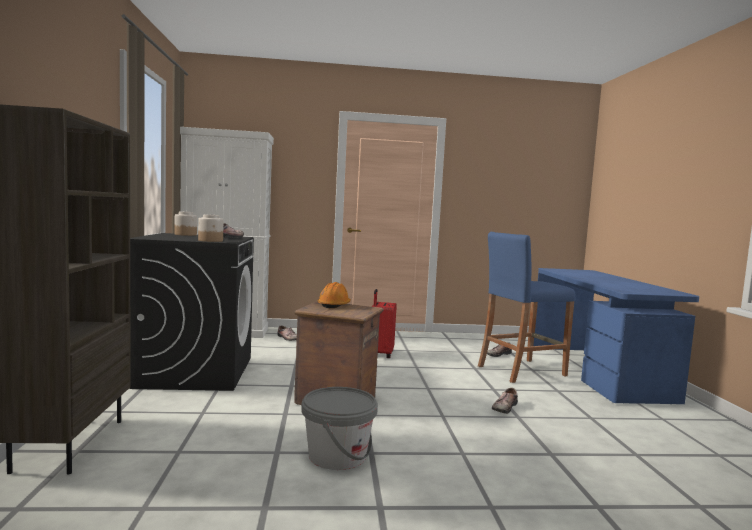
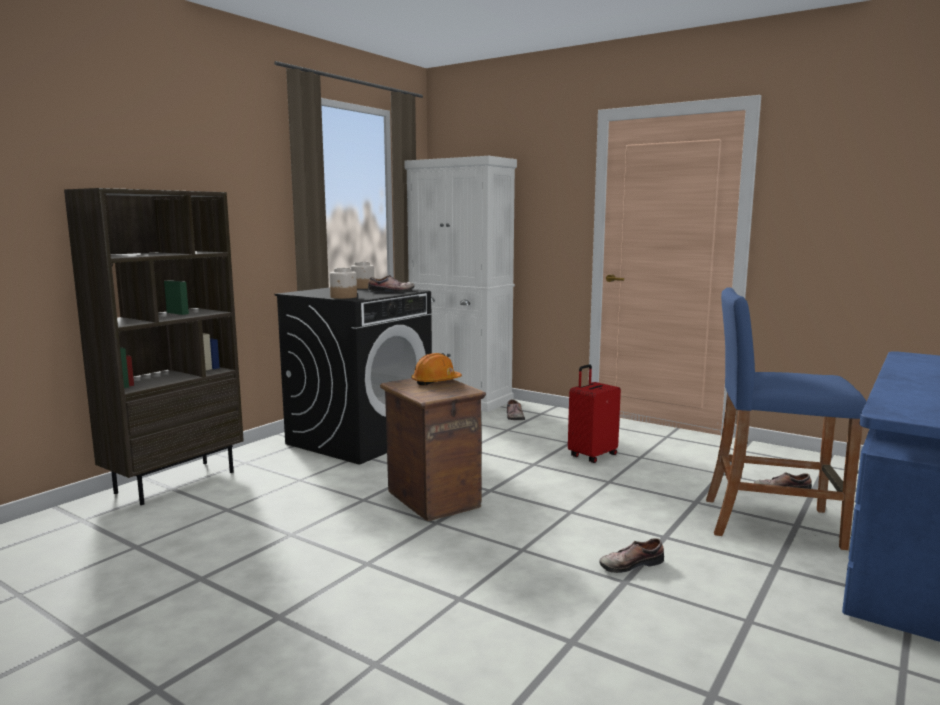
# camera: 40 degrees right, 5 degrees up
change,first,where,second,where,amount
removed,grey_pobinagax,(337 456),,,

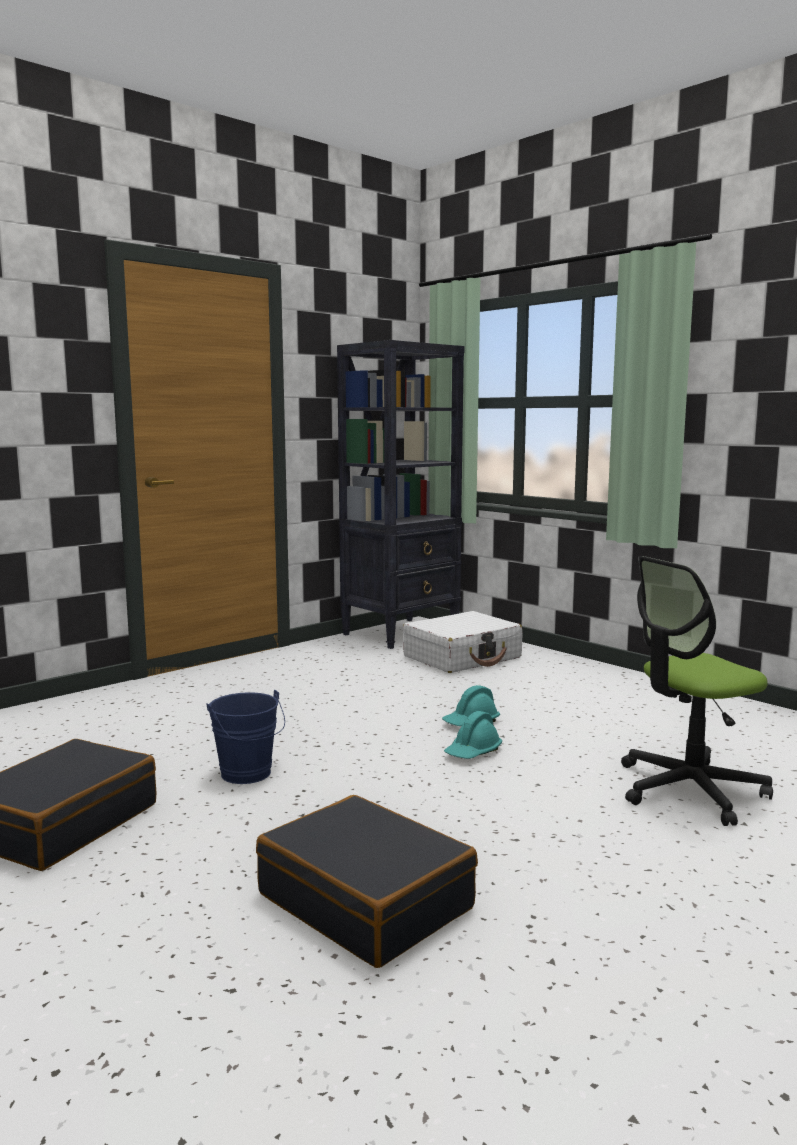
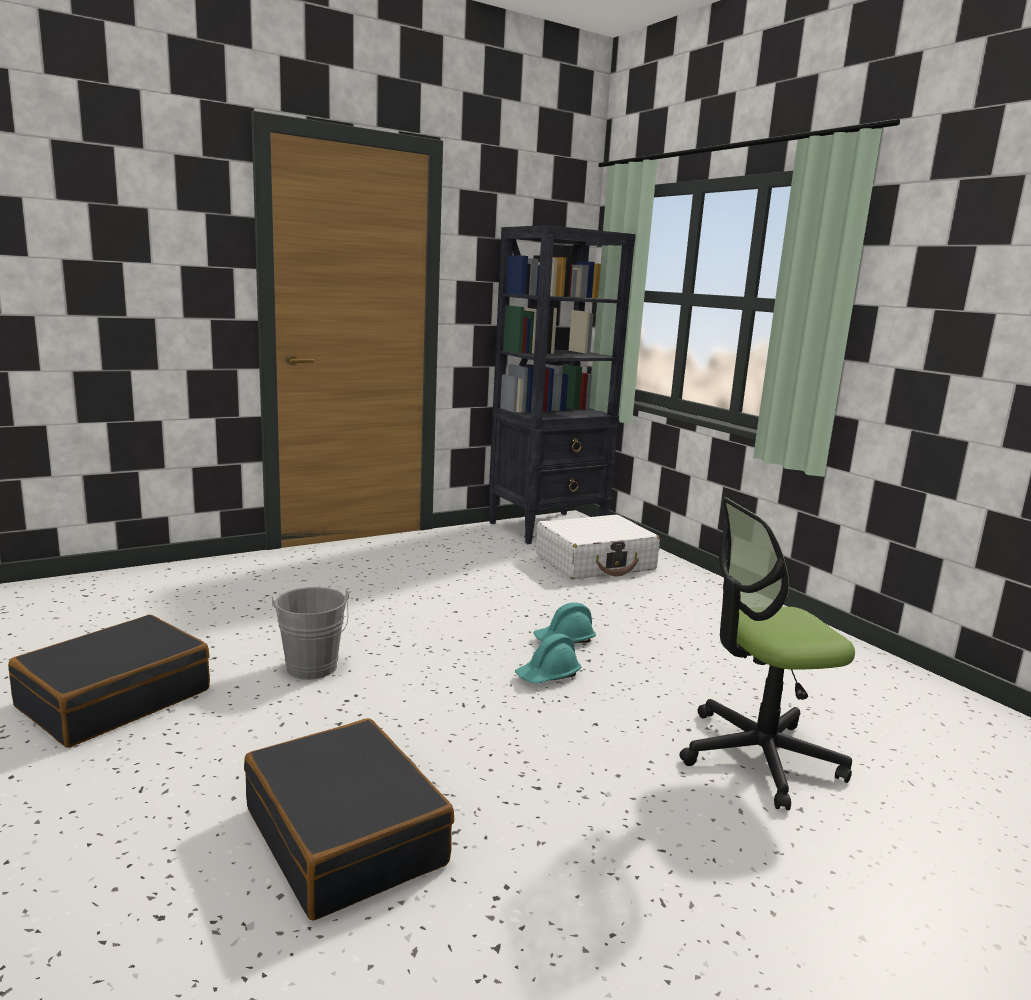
# camera: 10 degrees right, 5 degrees up
change,first,where,second,where,amount
recoloured,blue_pobinagax,(248 775),grey_pobinagax,(312 670),

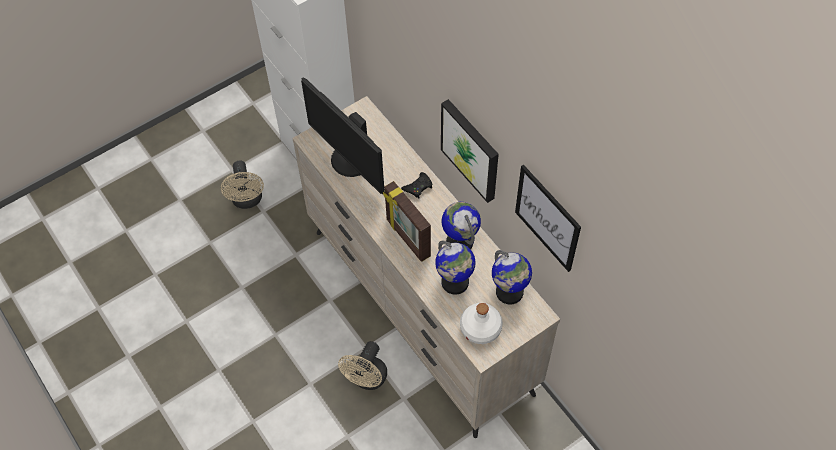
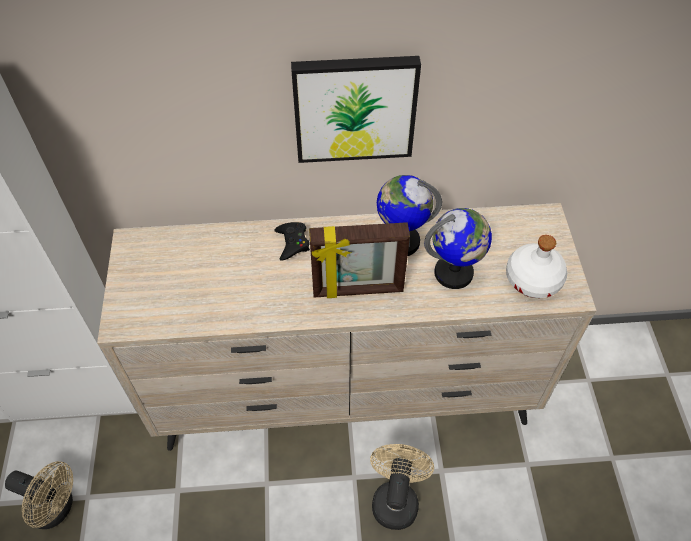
# camera: 60 degrees left, 5 degrees down
change,first,where,second,where,amount
removed,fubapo,(350 161),,,
turned,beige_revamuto,(367 380),,(395 498),135 degrees counterclockwise
removed,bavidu,(509 292),,,
removed,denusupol,(547 218),,,

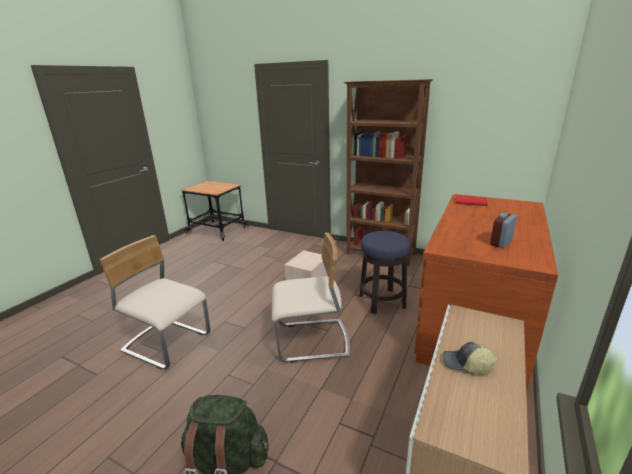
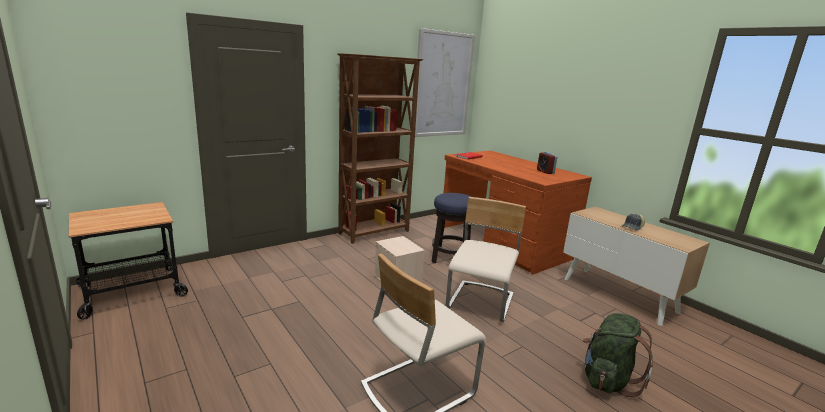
# camera: 65 degrees left, 5 degrees down
change,first,where,second,where,amount
added,,,denusupol,(442 85),

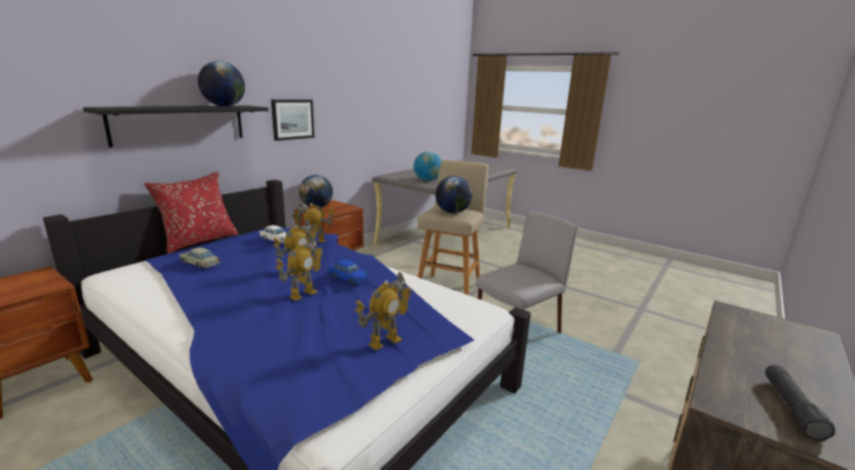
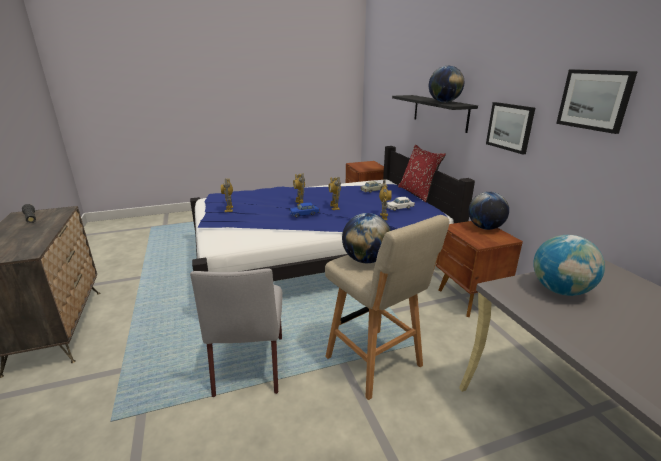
# camera: 125 degrees right, 5 degrees up
change,first,where,second,where,amount
added,,,denusupol,(594 100),

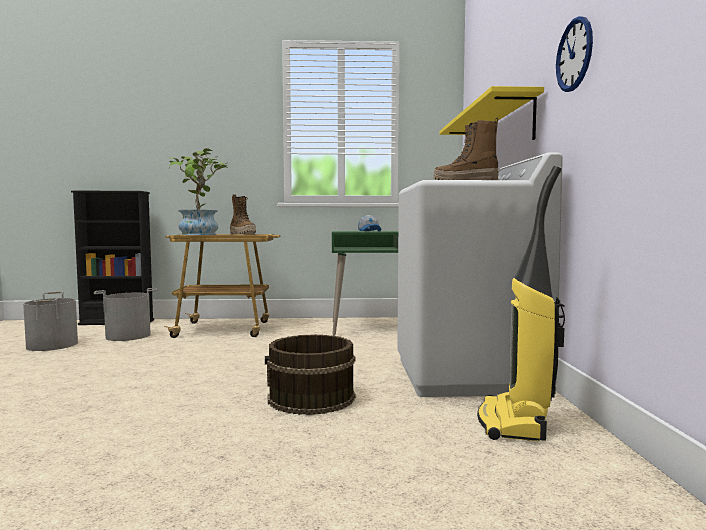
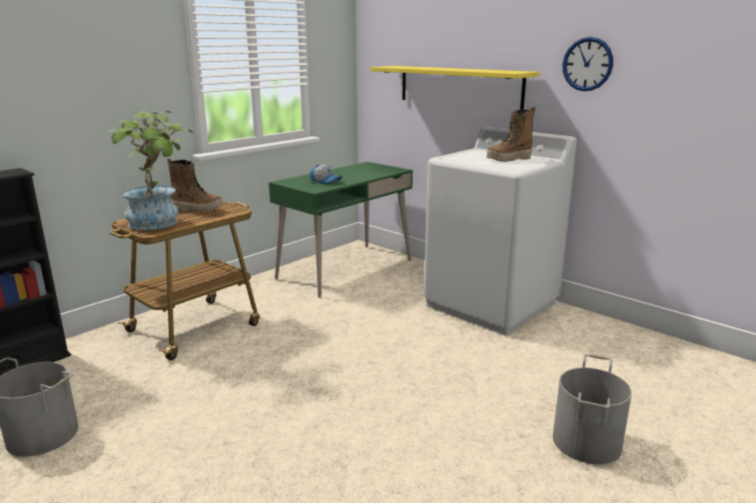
# camera: 45 degrees left, 15 degrees up
change,first,where,second,where,amount
moved,grey_pobinagax,(128 335),,(585 441),
removed,brown_pobinagax,(311 398),,,
removed,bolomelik,(515 423),,,

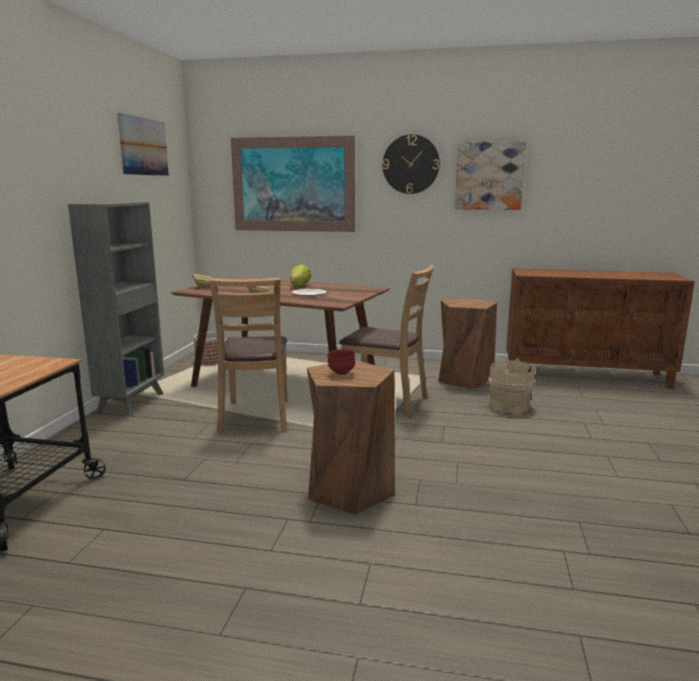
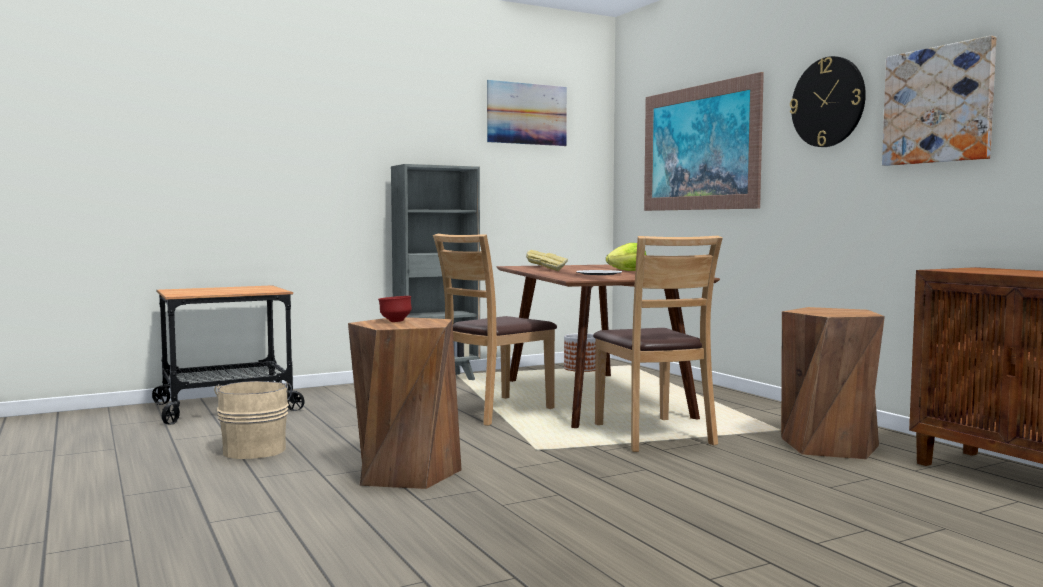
# camera: 50 degrees right, 10 degrees down
change,first,where,second,where,amount
moved,beige_pobinagax,(507 405),,(255 449),

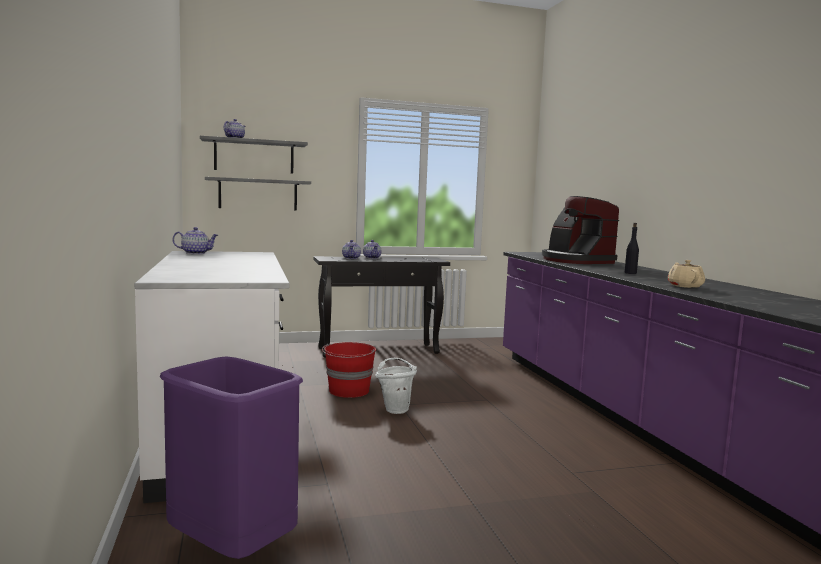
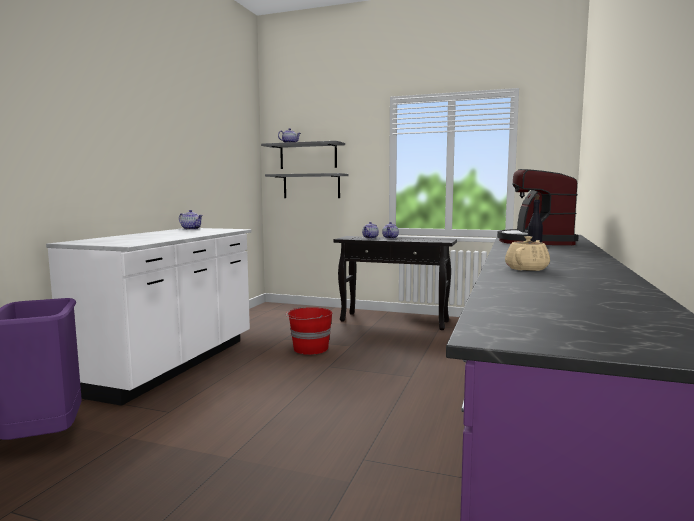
# camera: 35 degrees right, 0 degrees up
change,first,where,second,where,amount
removed,white_pobinagax,(395 409),,,

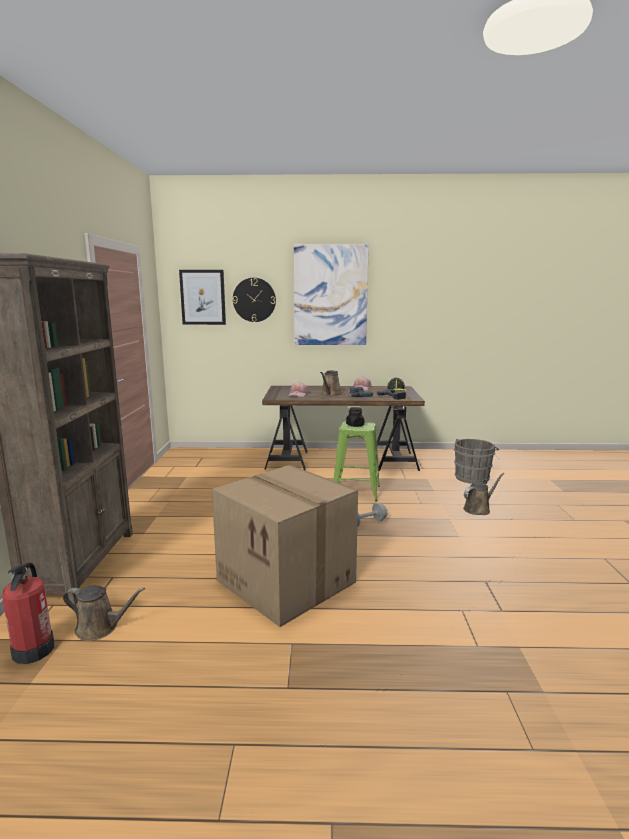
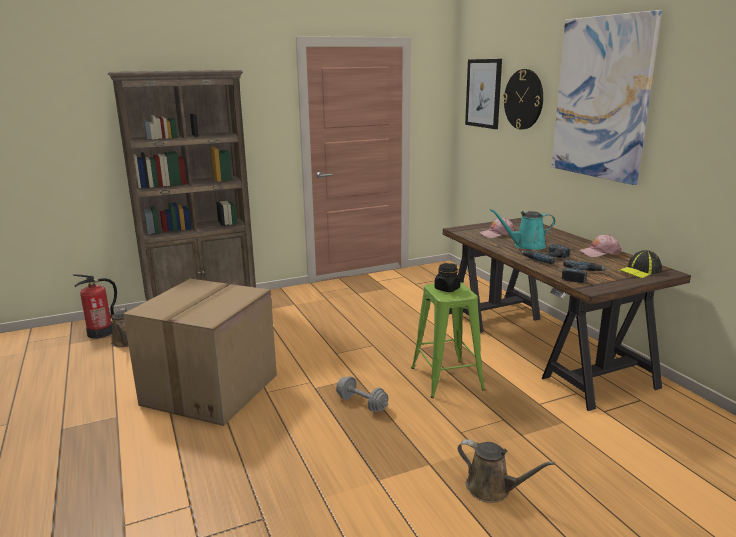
# camera: 65 degrees right, 5 degrees up
change,first,where,second,where,amount
recoloured,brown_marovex,(330 394),turquoise_marovex,(526 246),
removed,grey_pobinagax,(472 477),,,

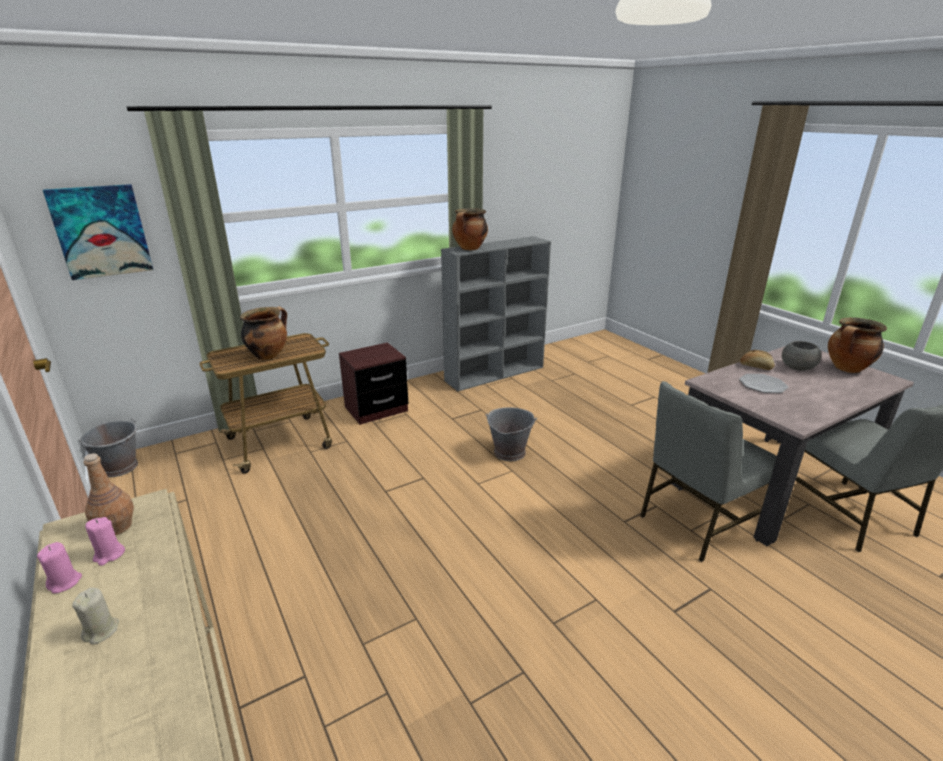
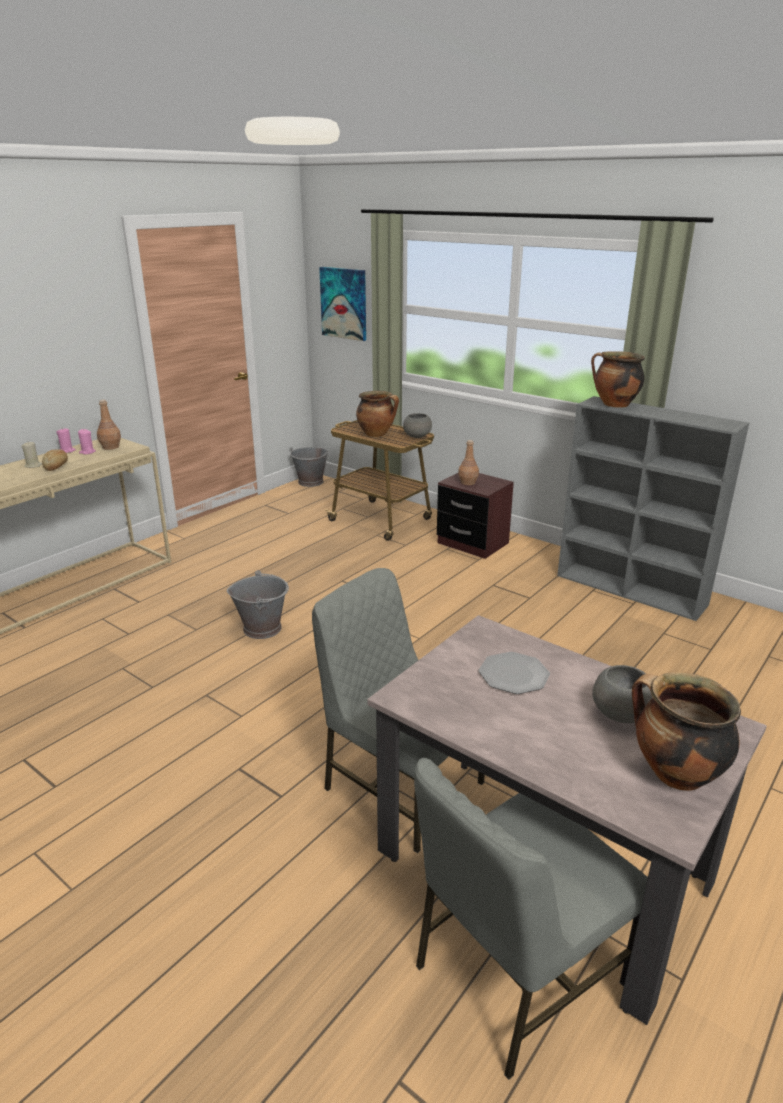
# camera: 70 degrees right, 0 degrees up
change,first,where,second,where,amount
moved,grey_pobinagax,(509 452),,(262 628),
moved,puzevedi,(756 366),,(57 466),
added,,,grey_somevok,(417 436),
added,,,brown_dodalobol,(467 482),

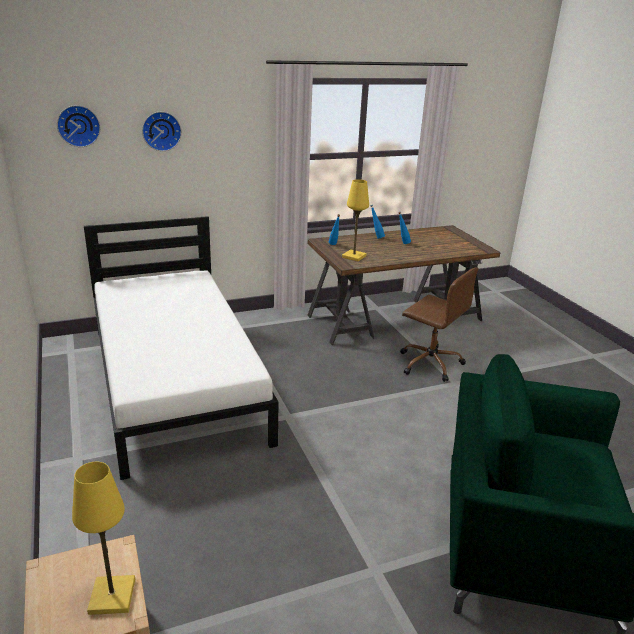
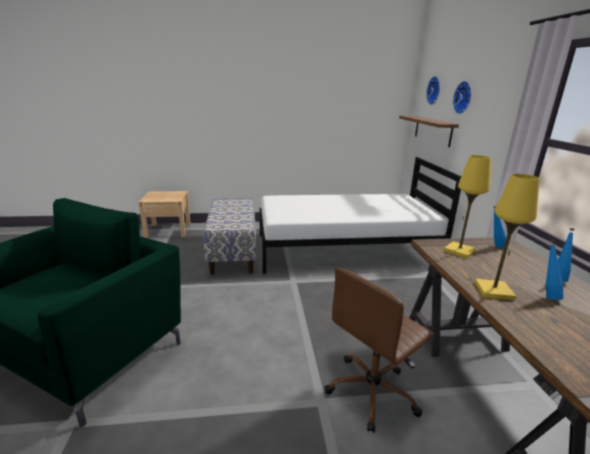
# camera: 105 degrees right, 5 degrees down
change,first,where,second,where,amount
moved,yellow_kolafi,(112 596),,(493 291),
added,,,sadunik,(233 252),
added,,,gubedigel,(432 130),

